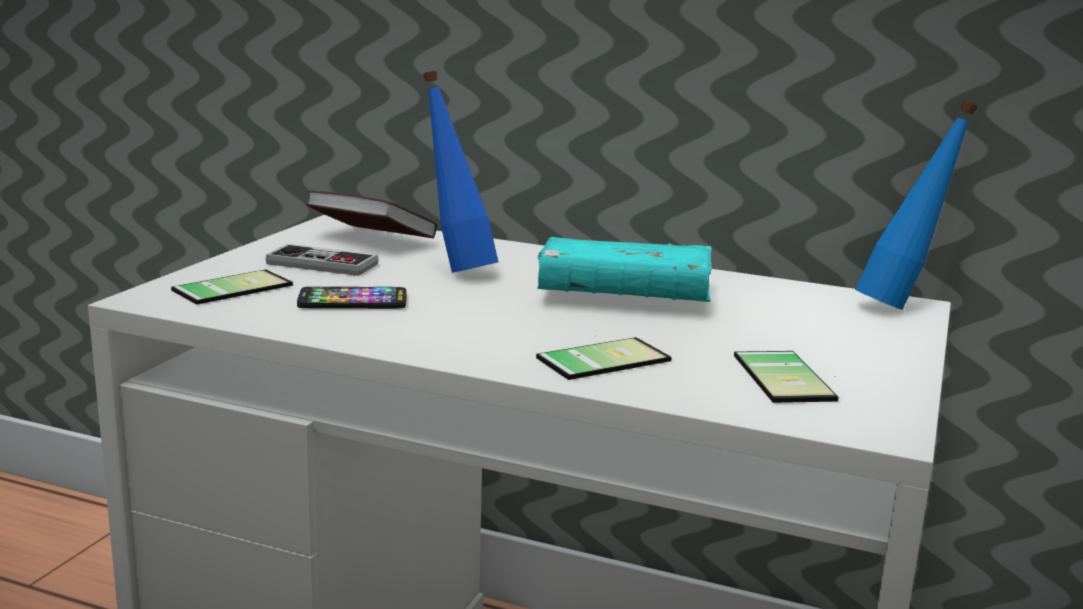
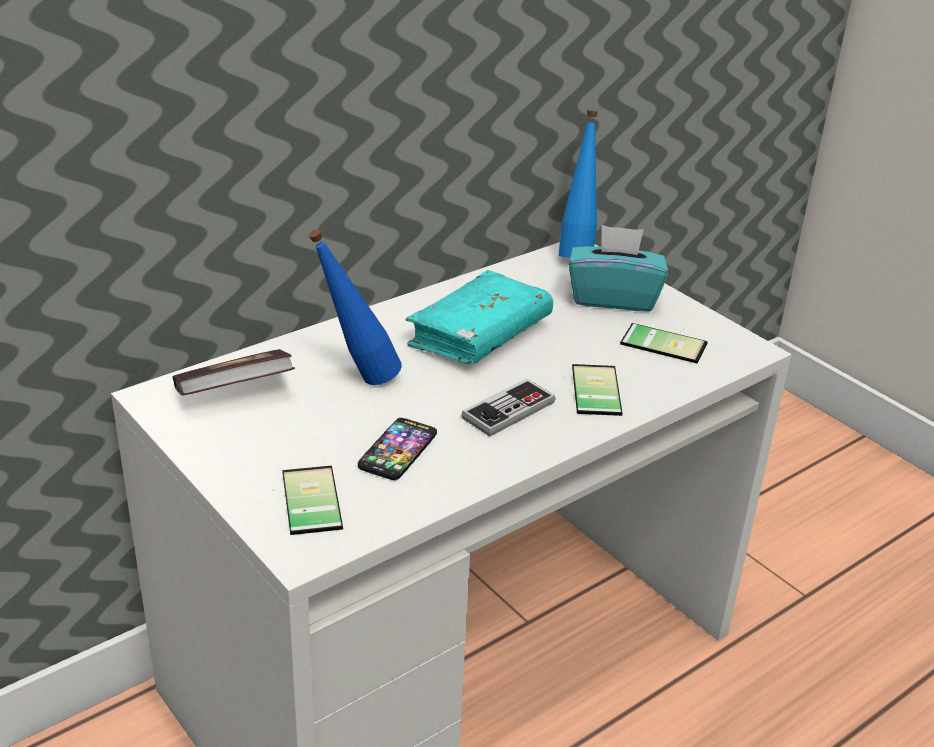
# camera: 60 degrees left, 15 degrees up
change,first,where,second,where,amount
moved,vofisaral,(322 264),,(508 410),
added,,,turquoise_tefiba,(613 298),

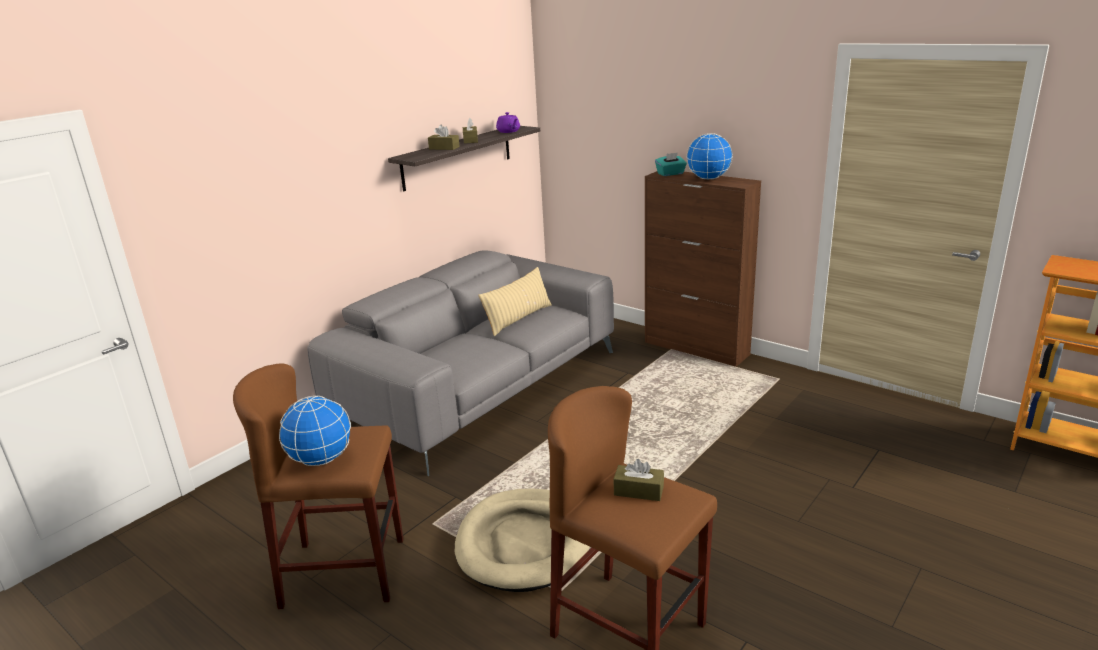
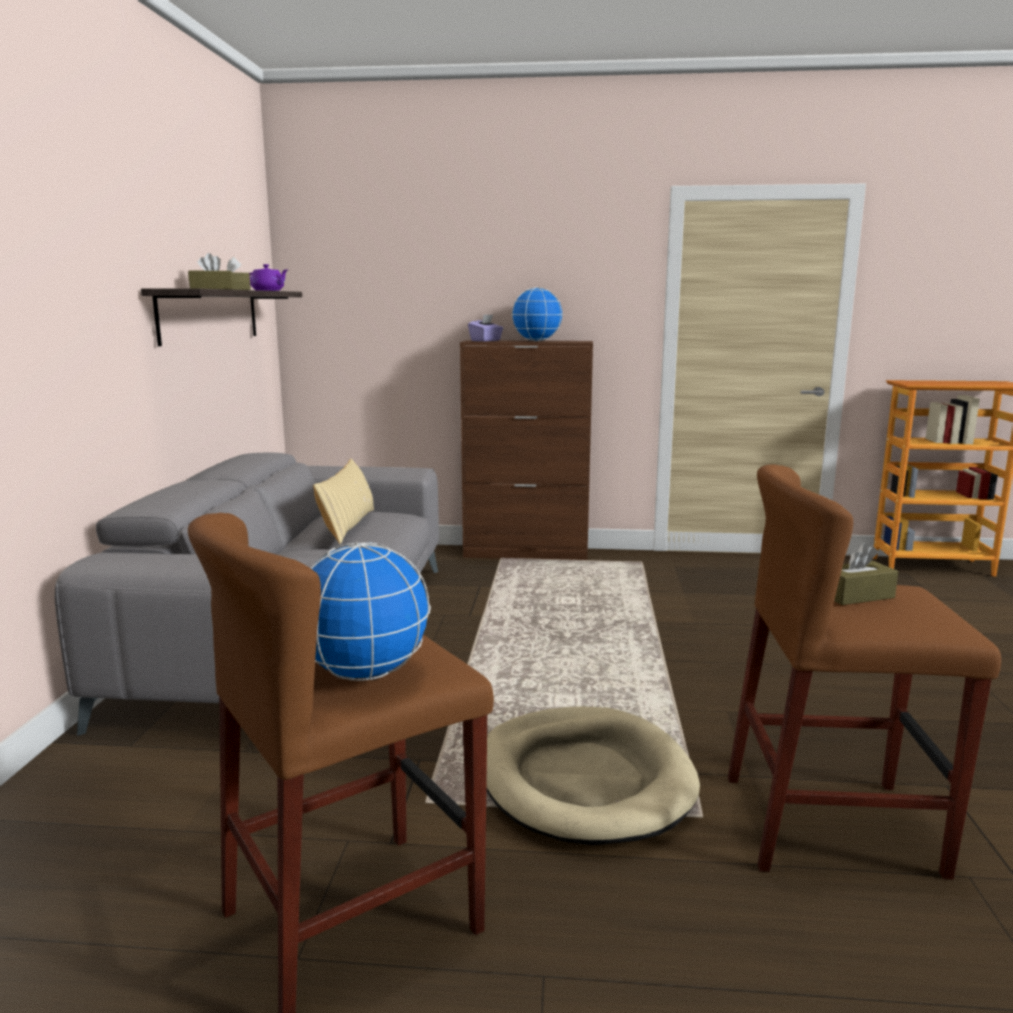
# camera: 35 degrees left, 10 degrees down
change,first,where,second,where,amount
recoloured,turquoise_tefiba,(670 174),purple_tefiba,(486 341),

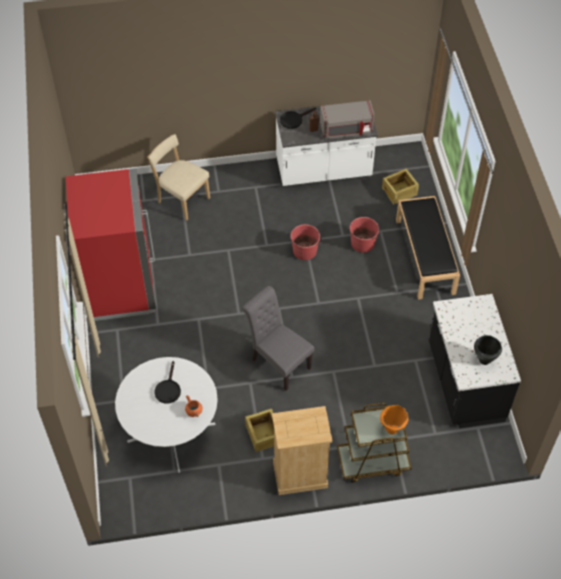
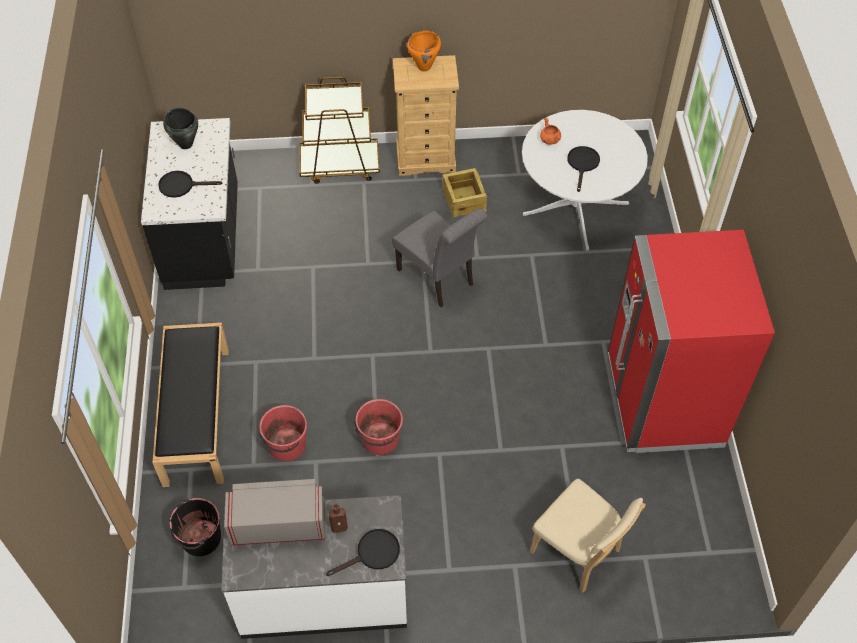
# camera: 175 degrees left, 0 degrees up
change,first,where,second,where,amount
moved,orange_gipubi,(391 429),,(424 67),
replaced,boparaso,(399 192),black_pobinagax,(200 538),
added,,,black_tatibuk,(181 185),

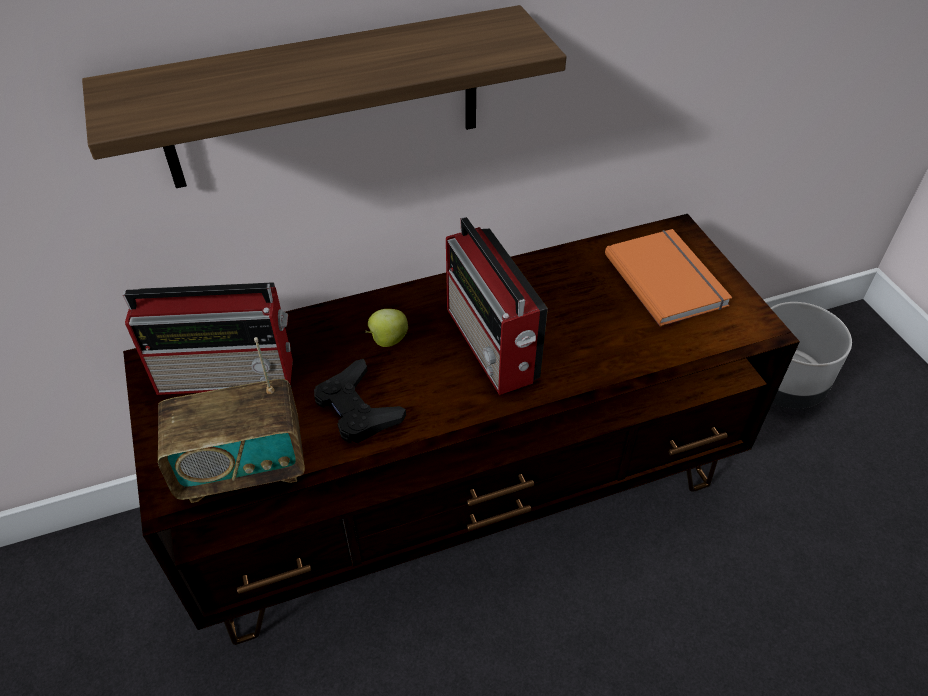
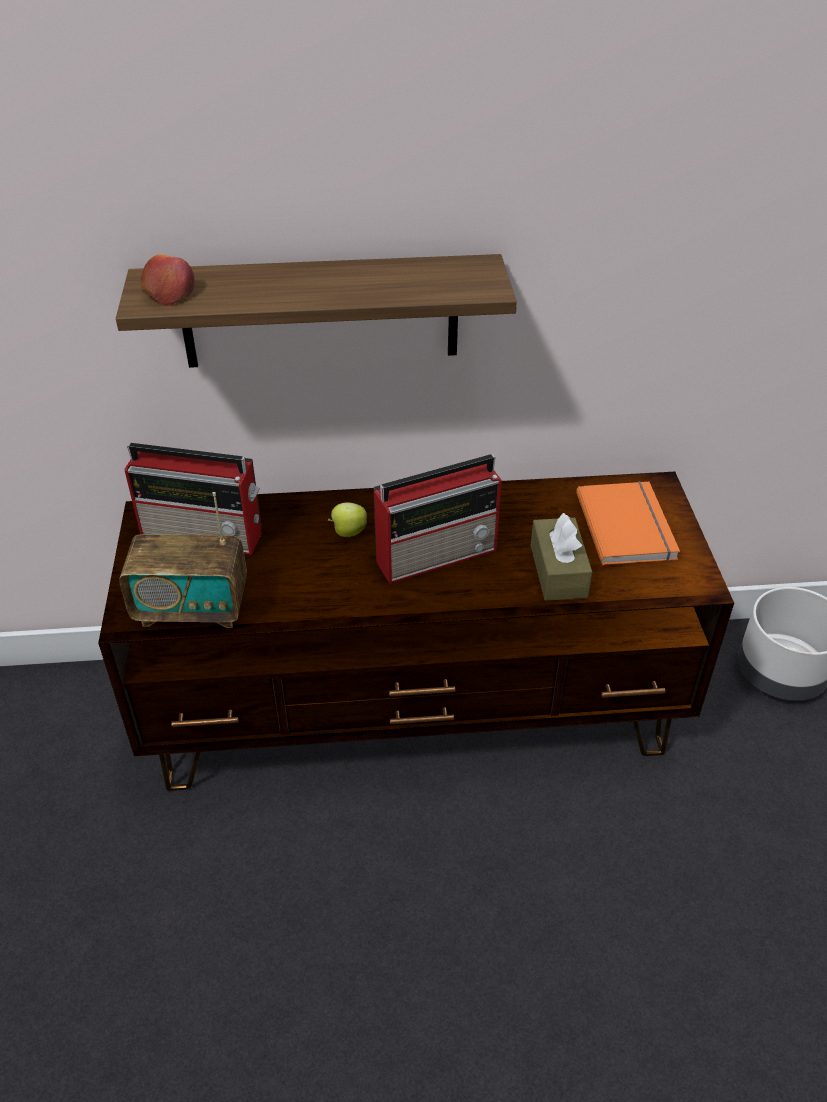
# camera: 15 degrees right, 5 degrees down
change,first,where,second,where,amount
removed,black_vofisaral,(357 408),,,
turned,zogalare,(492 346),,(438 554),105 degrees counterclockwise
added,,,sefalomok,(169 292),
added,,,brown_tefiba,(558 571),

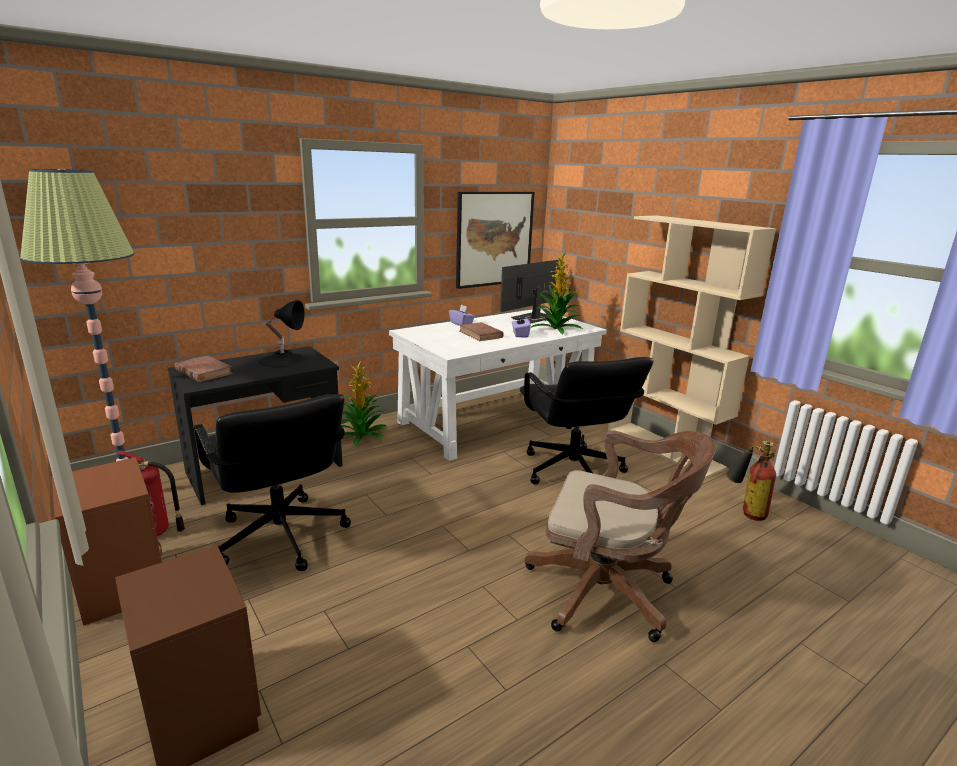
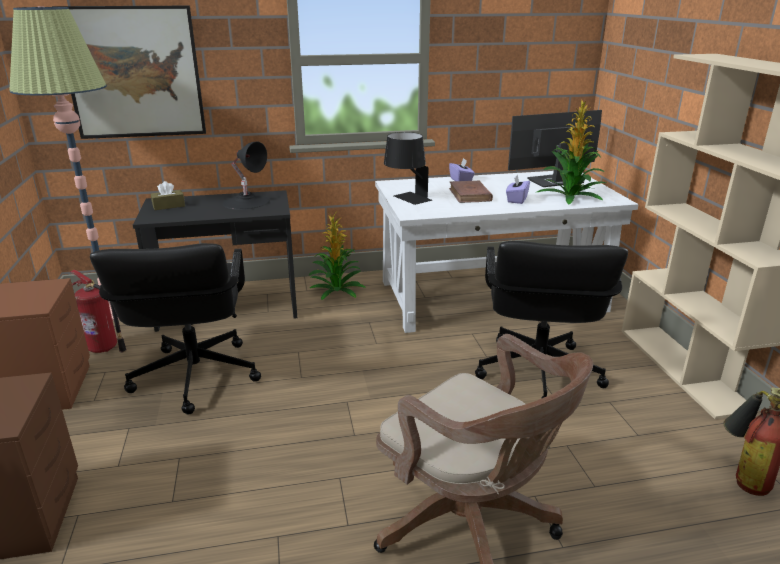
# camera: 25 degrees right, 5 degrees up
change,first,where,second,where,amount
replaced,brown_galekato,(203 372),brown_tefiba,(169 206),
moved,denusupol,(494 239),,(134 73),
added,,,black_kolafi,(406 199),

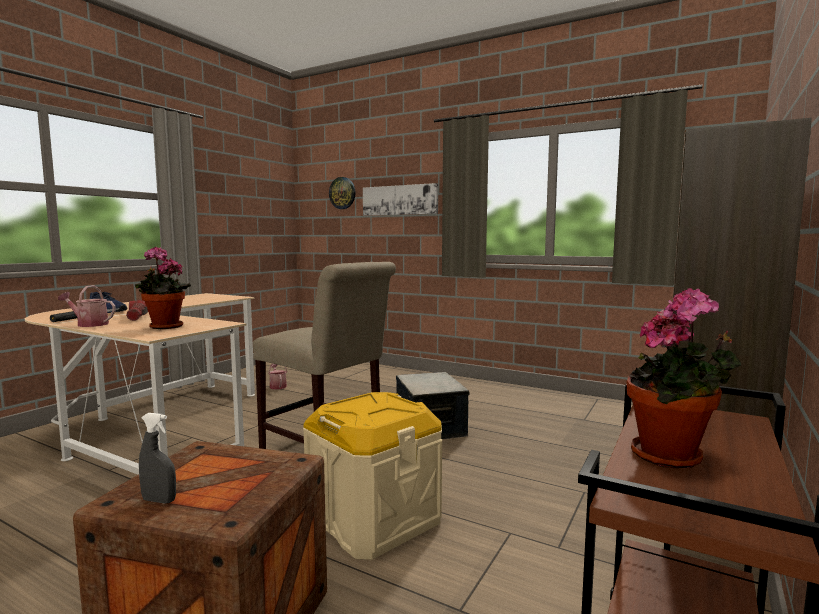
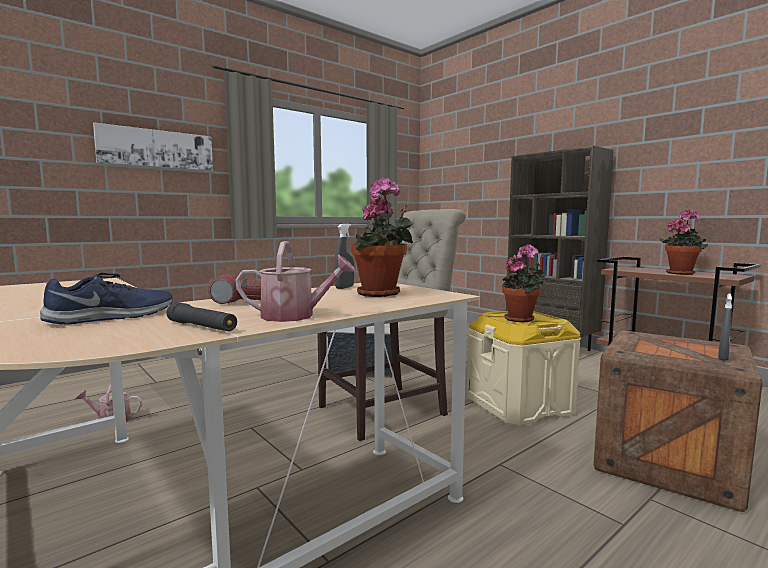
# camera: 70 degrees left, 0 degrees up
change,first,where,second,where,amount
turned,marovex,(89 324),,(295 316),120 degrees counterclockwise
removed,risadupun,(342 193),,,
added,,,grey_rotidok,(344 287),
added,,,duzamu,(522 319),

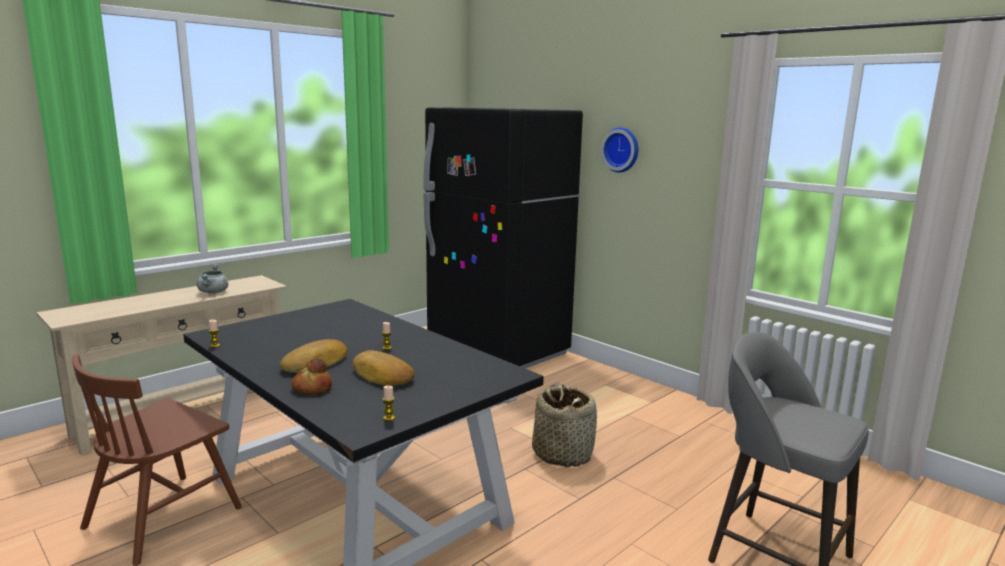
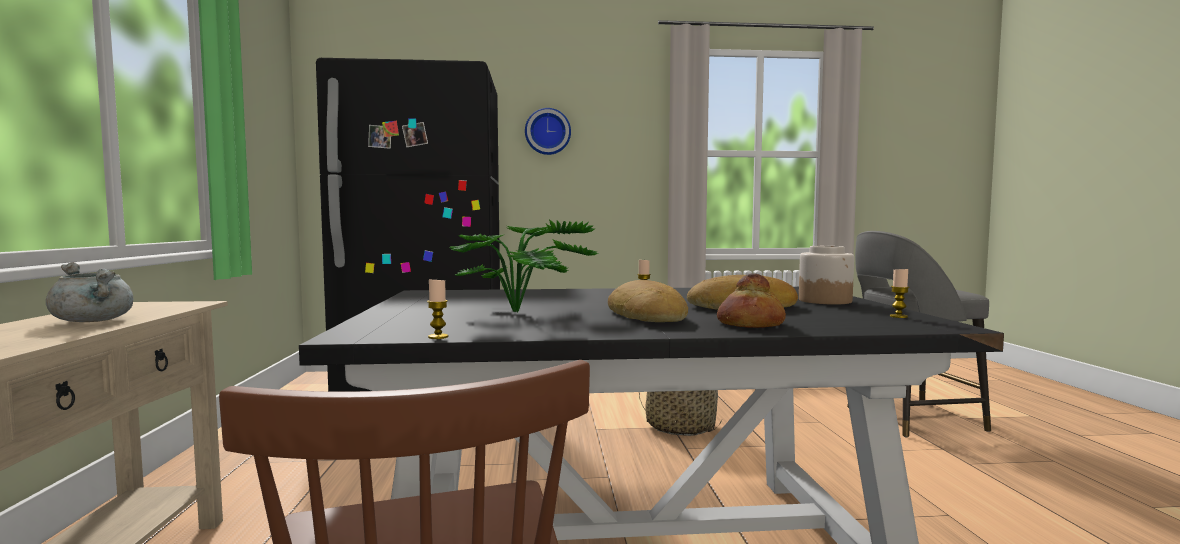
# camera: 50 degrees left, 10 degrees down
change,first,where,second,where,amount
added,,,duzamu,(526 311),
added,,,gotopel,(825 301),

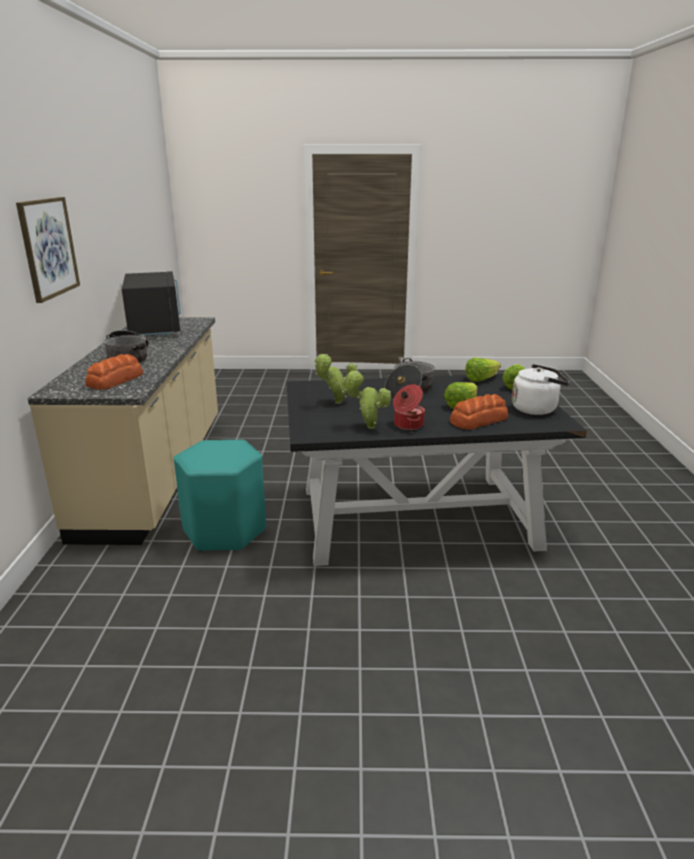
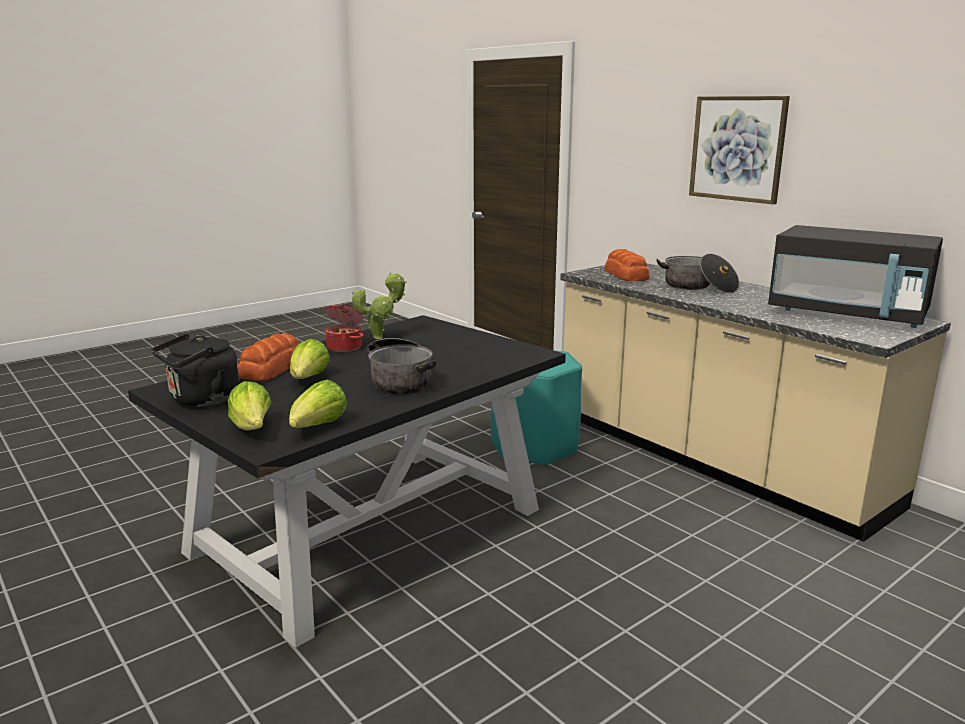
# camera: 140 degrees right, 5 degrees down
change,first,where,second,where,amount
removed,duzamu,(335 403),,,
recoloured,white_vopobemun,(536 409),black_vopobemun,(201 400),

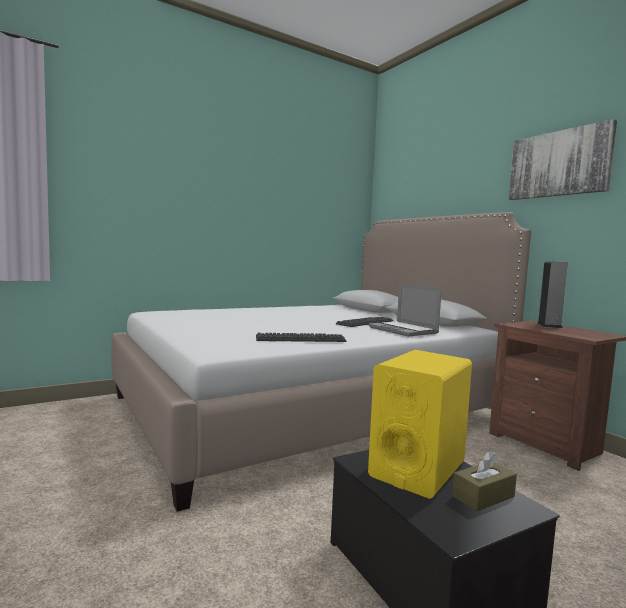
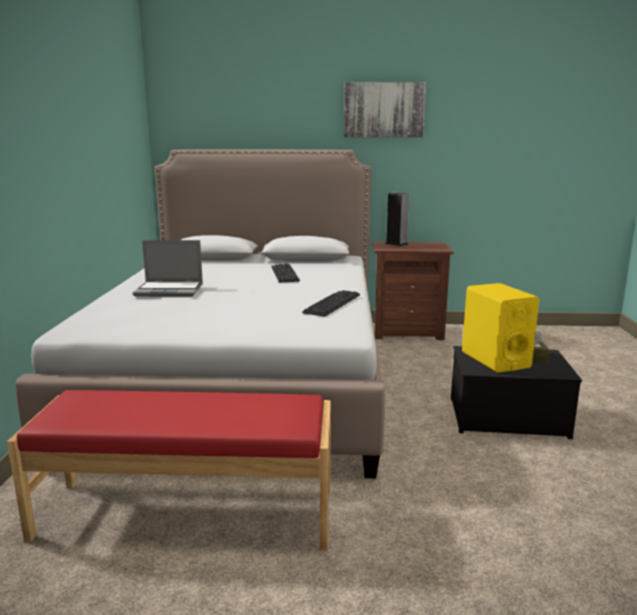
# camera: 55 degrees left, 10 degrees up
change,first,where,second,where,amount
moved,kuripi,(404 330),,(170 290),
added,,,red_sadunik,(188 512),

